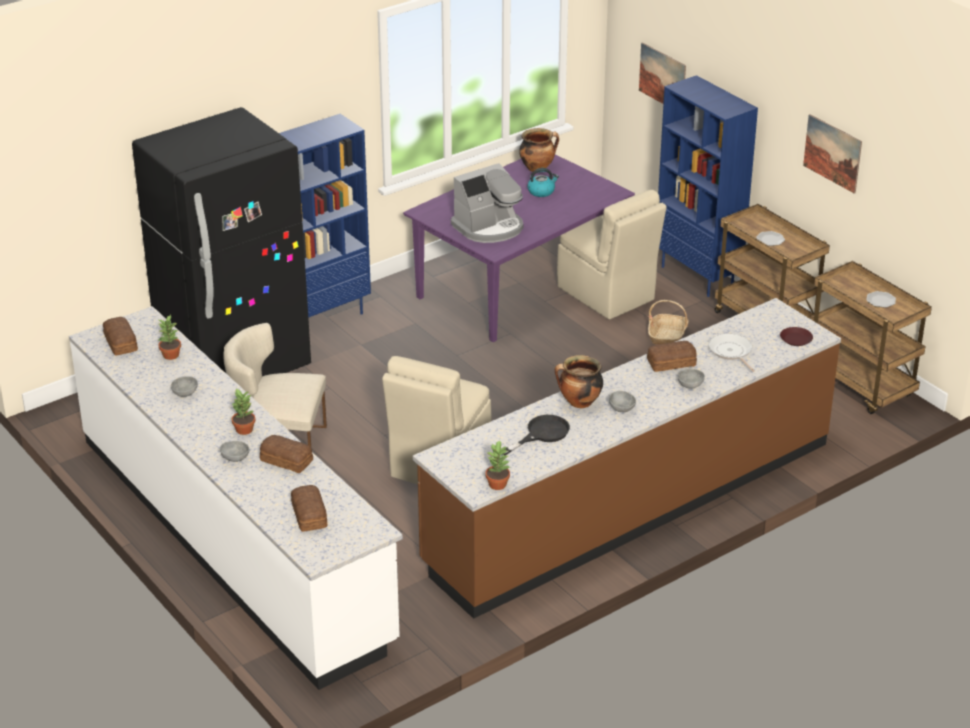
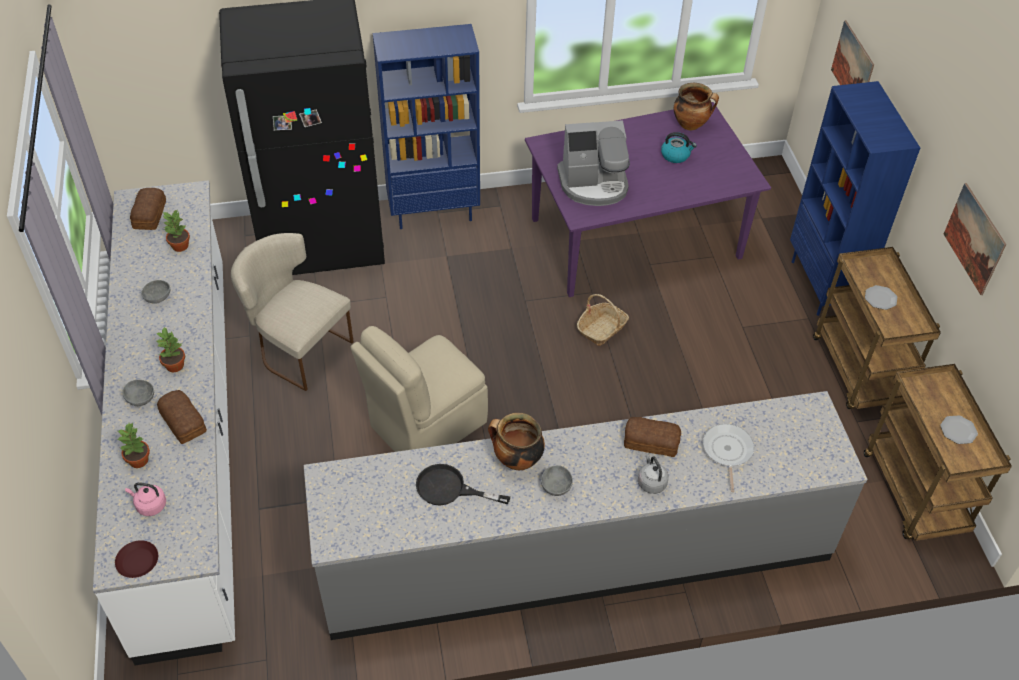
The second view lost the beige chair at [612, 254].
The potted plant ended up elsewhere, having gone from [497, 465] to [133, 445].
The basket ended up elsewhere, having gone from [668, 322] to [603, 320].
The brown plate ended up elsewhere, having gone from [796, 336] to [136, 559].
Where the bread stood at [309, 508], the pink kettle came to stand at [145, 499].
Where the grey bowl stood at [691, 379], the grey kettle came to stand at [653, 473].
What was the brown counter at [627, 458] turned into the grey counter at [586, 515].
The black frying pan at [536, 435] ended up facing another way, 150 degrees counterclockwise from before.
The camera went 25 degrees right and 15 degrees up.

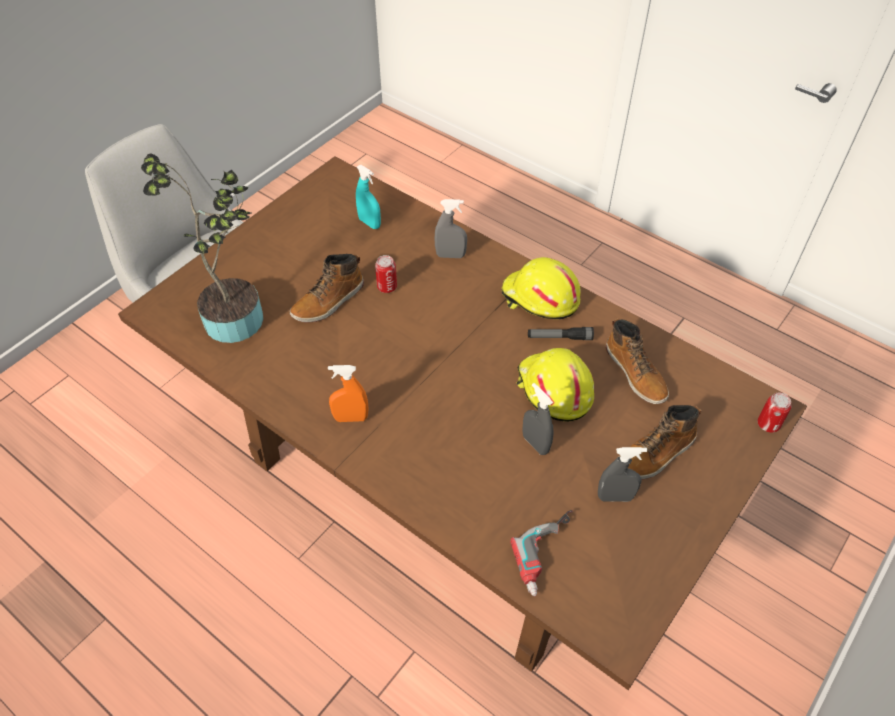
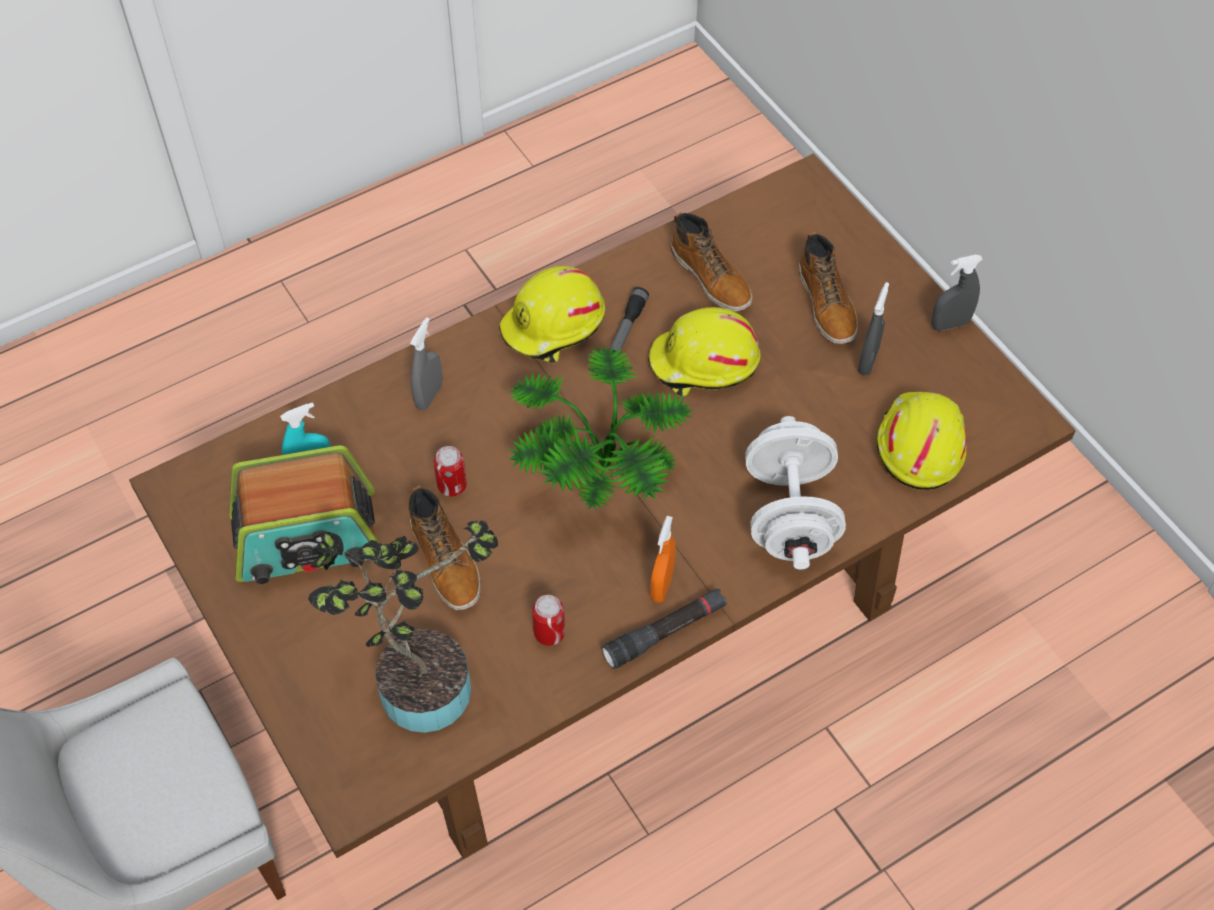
The second view gained the radio at [304, 515].
The second view gained the potted plant at [600, 428].
The second view gained the black flashlight at [664, 628].
The second view gained the white dumbbell at [795, 492].
The grey spray bottle ended up elsewhere, having gone from [537, 419] to [957, 293].
The can ended up elsewhere, having gone from [775, 412] to [548, 620].
Where the power drill stood at [542, 553], the yellow hard hat came to stand at [921, 441].
The boot at [637, 361] ended up facing another way, 60 degrees clockwise from before.
The camera went 70 degrees left and 5 degrees up.

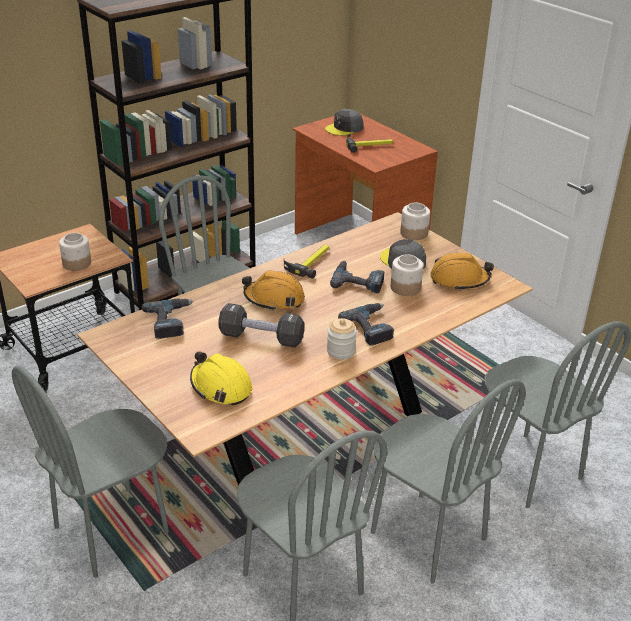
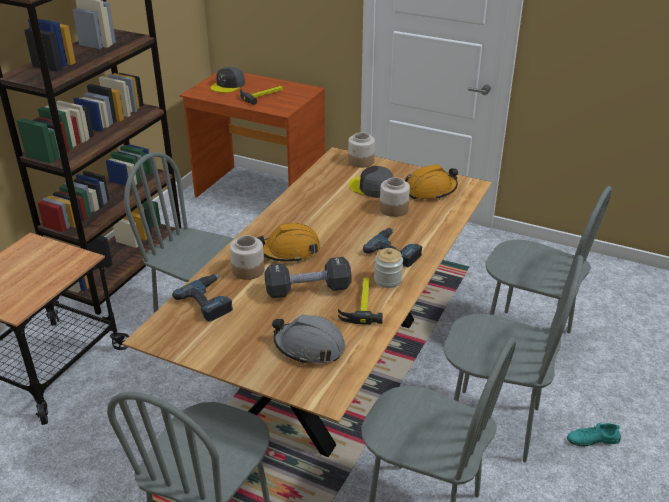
The second view lost the power drill at [357, 276].
The second view gained the turquoise shoe at [594, 435].
The jar ended up elsewhere, having gone from [75, 252] to [247, 257].
The hammer ended up elsewhere, having gone from [306, 262] to [360, 301].
What was the yellow hard hat at [221, 378] turned into the grey hard hat at [308, 339].
The camera went 25 degrees left and 0 degrees up.

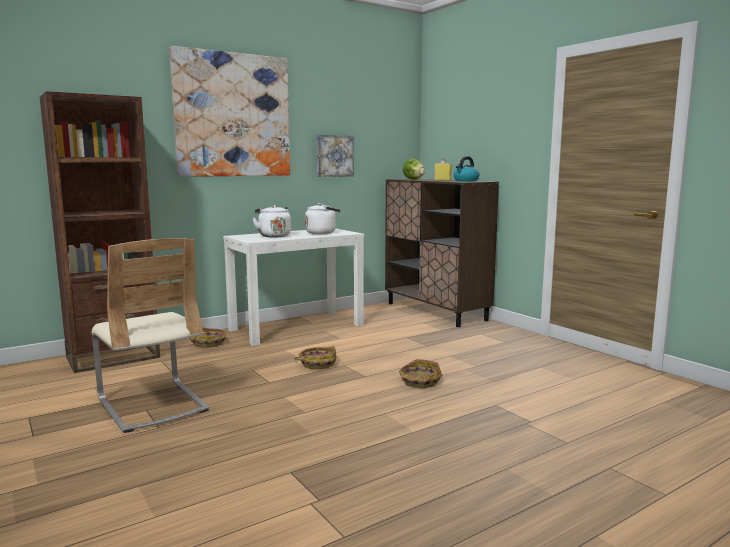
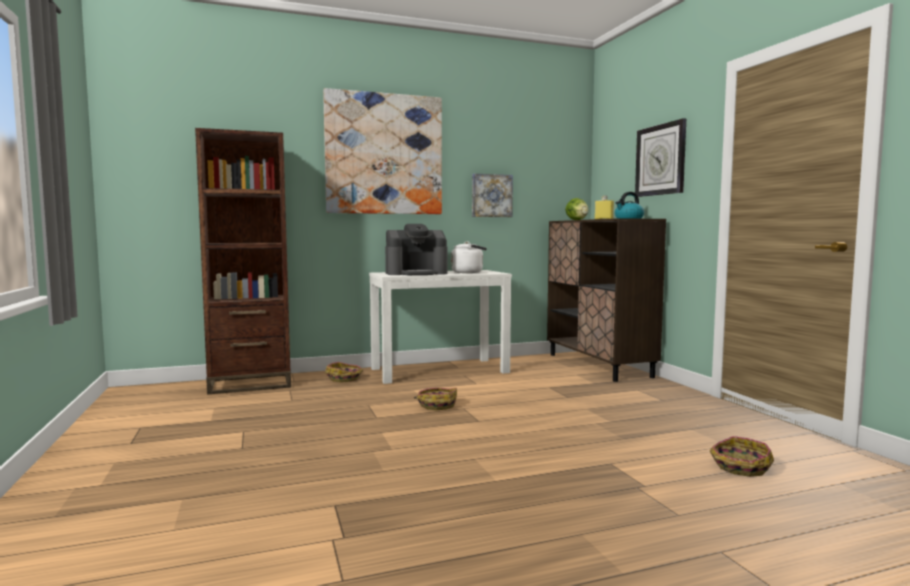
The second view lost the beige chair at [150, 335].
The second view gained the wall clock at [660, 157].
The basket ended up elsewhere, having gone from [420, 373] to [742, 456].
Where the white kettle stood at [271, 221], the coffee machine came to stand at [416, 249].
The camera went 15 degrees right and 5 degrees down.

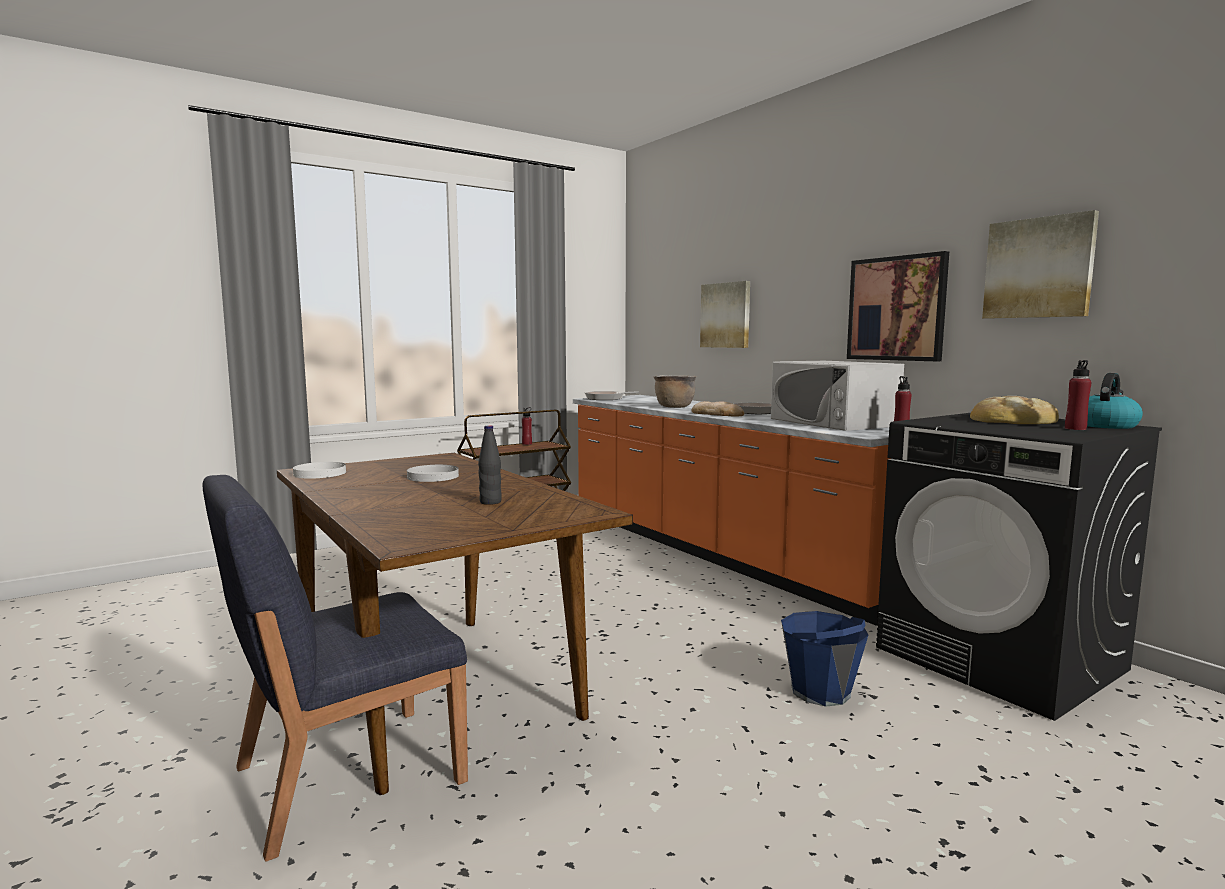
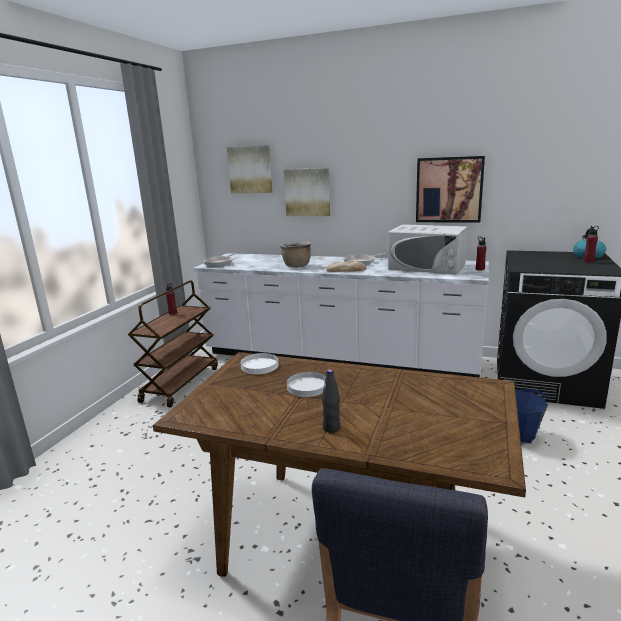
The second view lost the bread at [1014, 410].
The white plate ended up elsewhere, having gone from [319, 470] to [259, 363].
The black bottle ended up elsewhere, having gone from [490, 465] to [331, 401].
The picture ended up elsewhere, having gone from [1040, 264] to [249, 169].
What was the orange counter at [731, 510] turned into the white counter at [341, 315].
The camera went 35 degrees left and 10 degrees up.

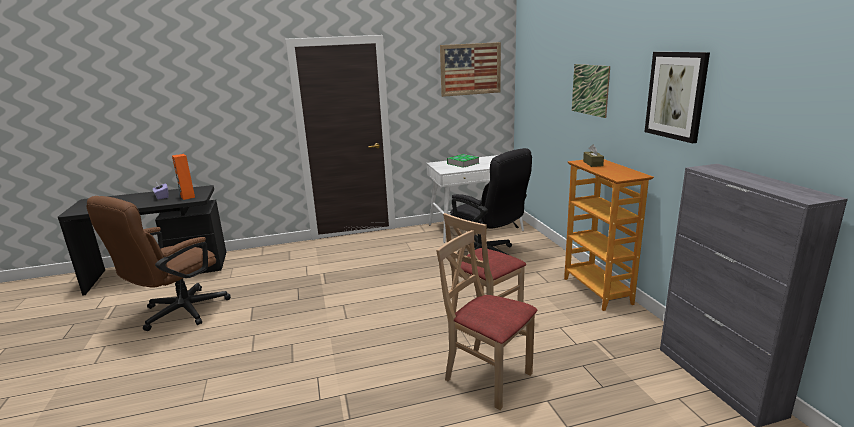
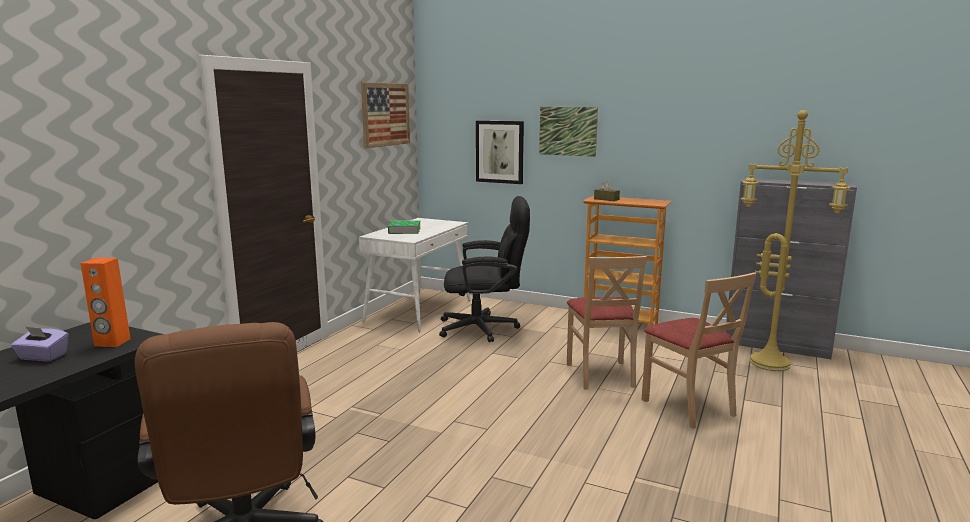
The second view gained the yellow floor lamp at [795, 240].
The picture ended up elsewhere, having gone from [677, 97] to [500, 152].
The beige chair at [486, 320] ended up facing another way, 105 degrees counterclockwise from before.
The camera went 50 degrees left and 5 degrees down.

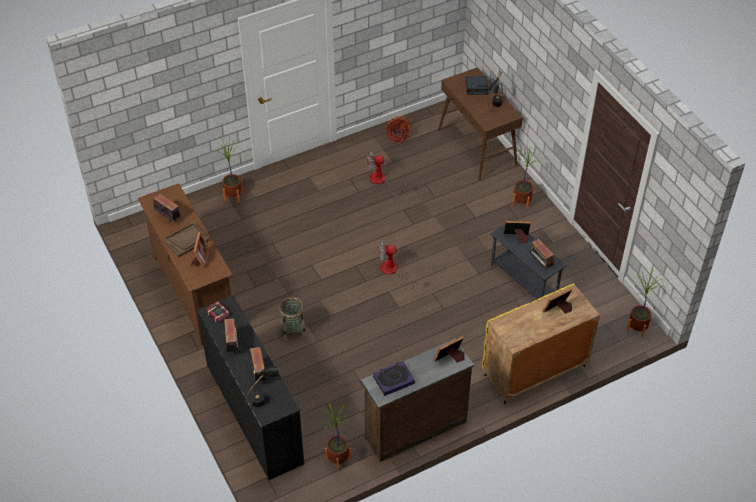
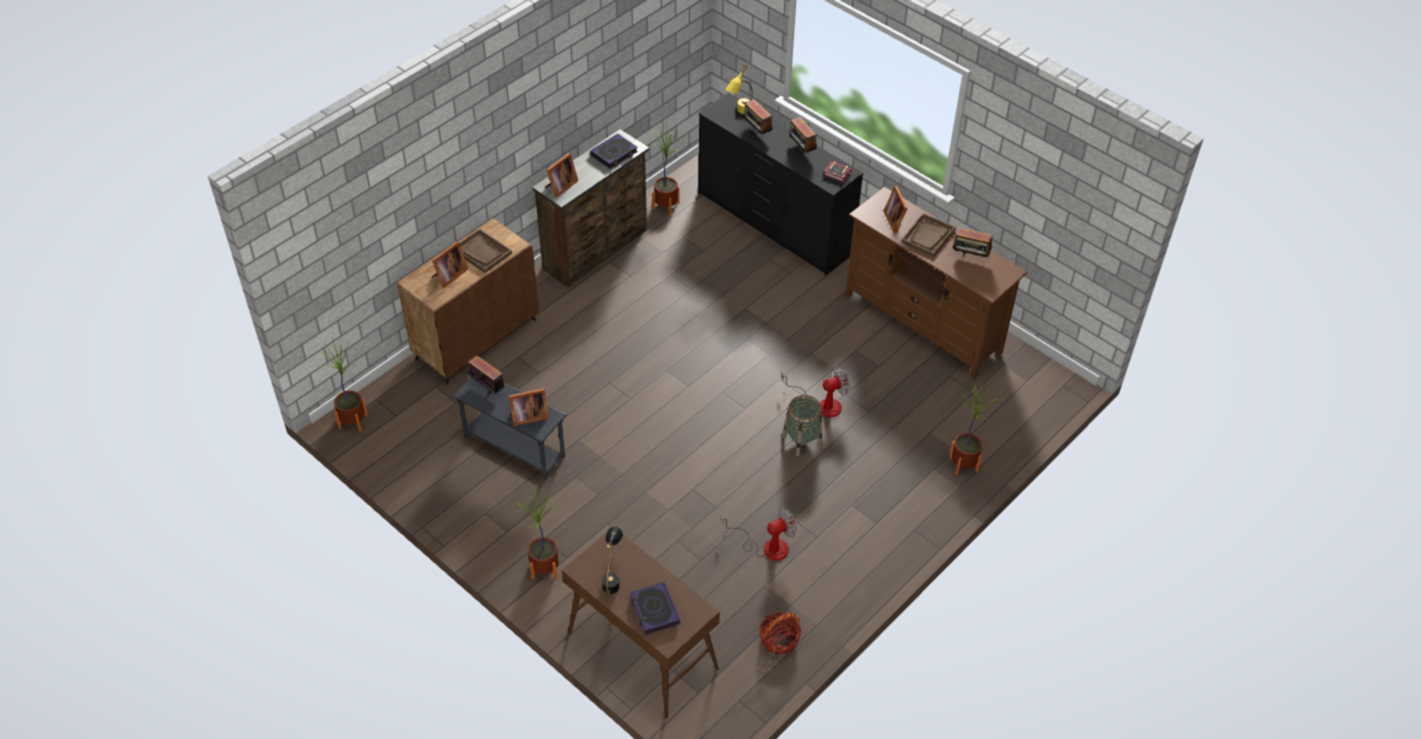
The second view gained the brown tray at [485, 251].
The basket ended up elsewhere, having gone from [292, 319] to [802, 425].
The fan ended up elsewhere, having gone from [397, 265] to [815, 392].
Where the alarm clock stood at [477, 85], the book came to stand at [655, 608].
What was the black table lamp at [262, 387] turned into the yellow table lamp at [739, 89].
What was the yellow cabinet at [541, 343] turned into the brown cabinet at [468, 301].
The camera went 160 degrees right and 0 degrees up.

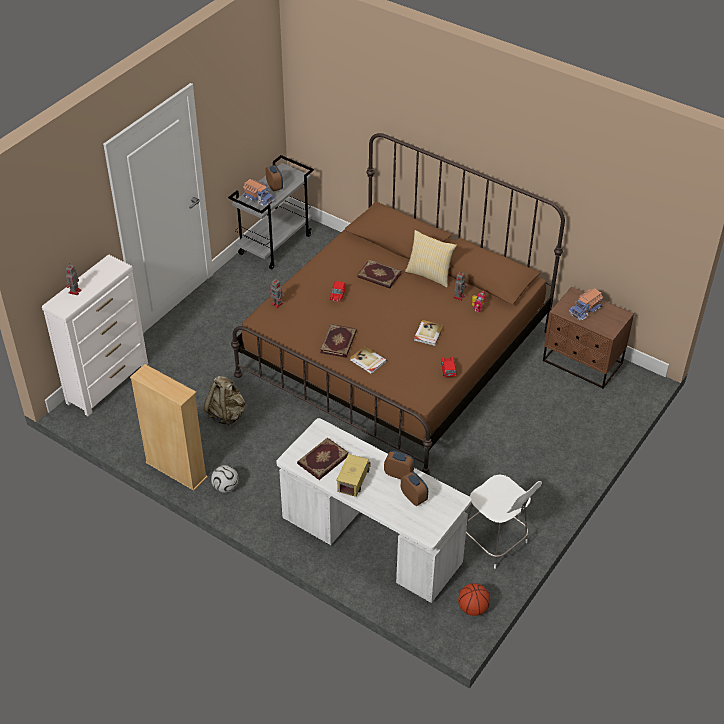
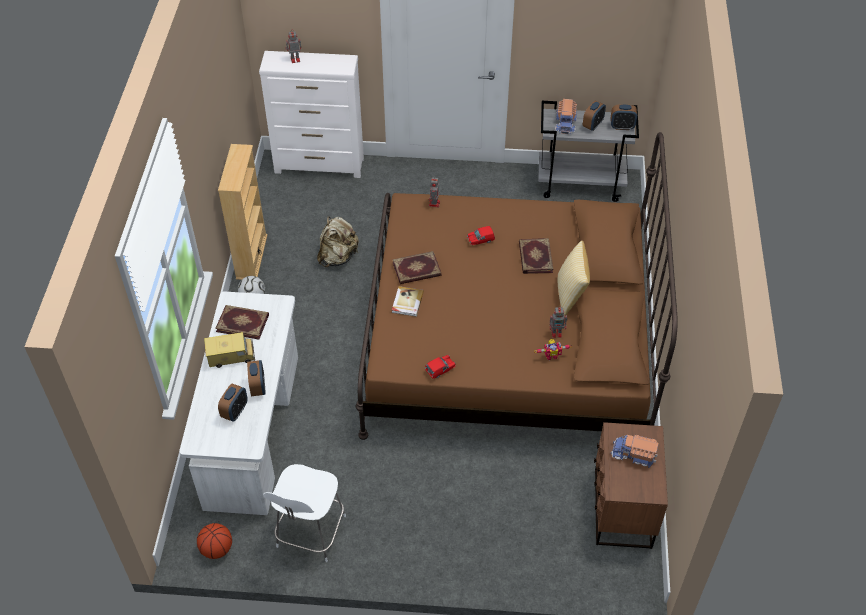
The second view lost the book at [429, 333].
The second view gained the alarm clock at [624, 117].
The camera went 60 degrees right and 5 degrees up.

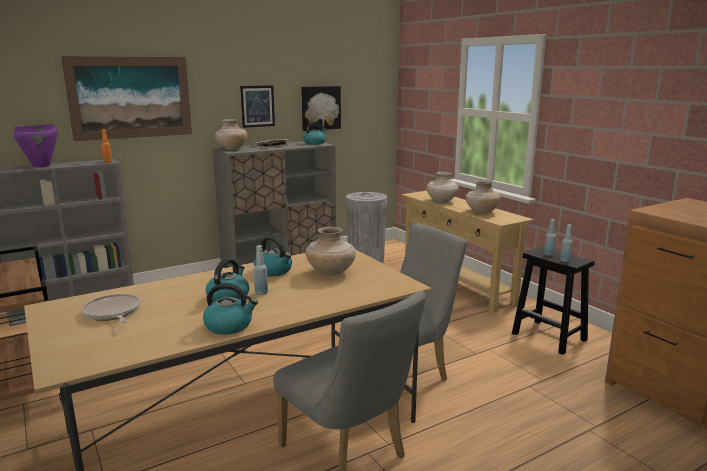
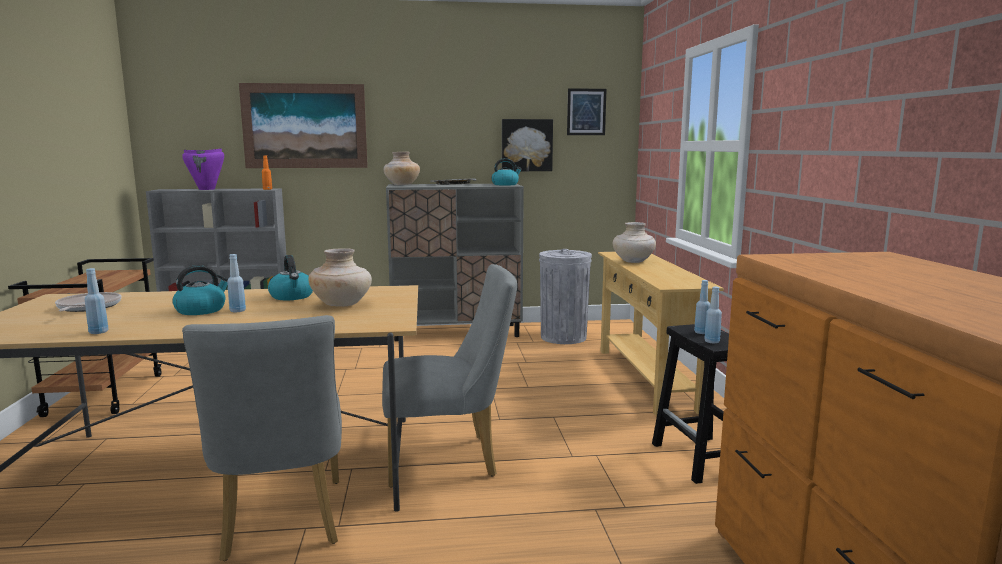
The second view lost the kettle at [230, 309].
The second view lost the beige vase at [483, 197].
The second view gained the blue bottle at [97, 301].
The picture ended up elsewhere, having gone from [257, 106] to [587, 111].
The camera went 25 degrees right and 5 degrees down.

